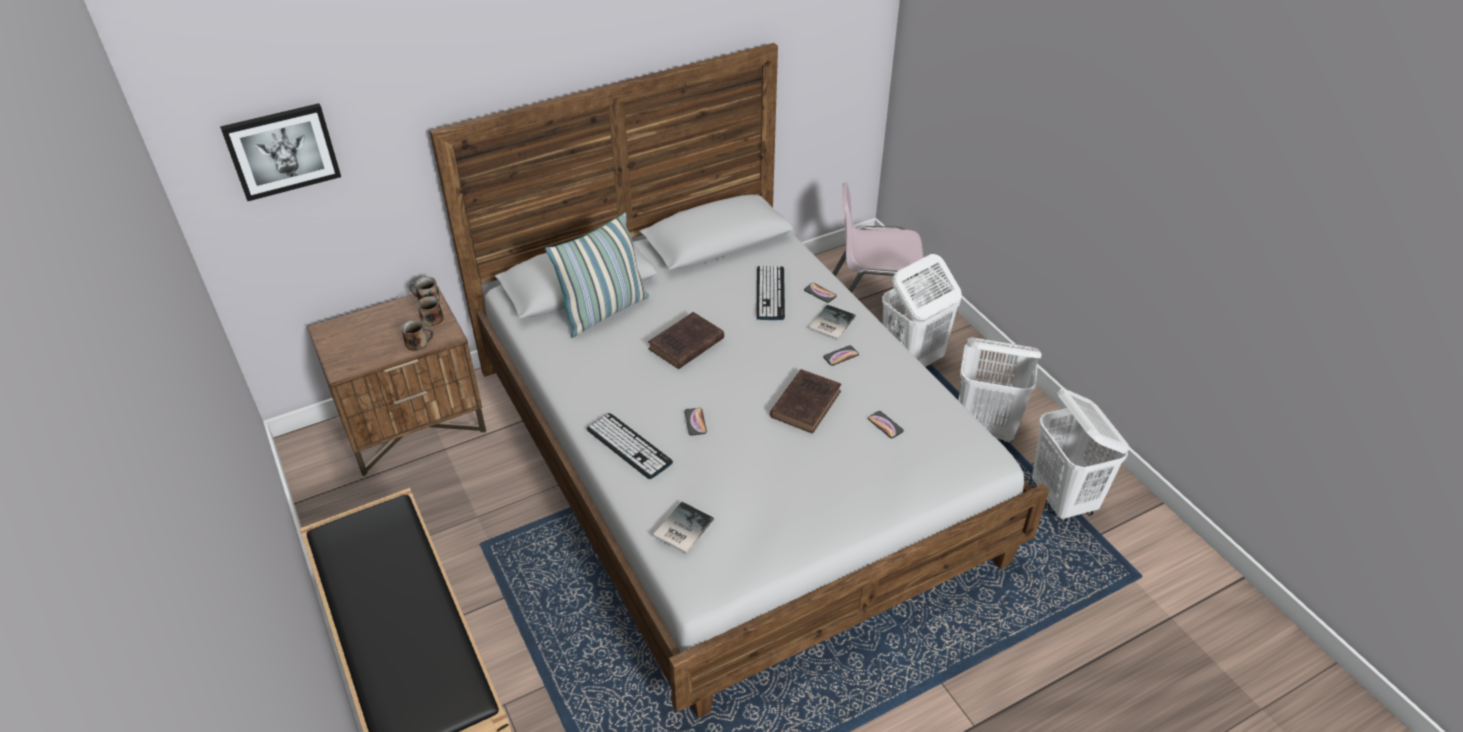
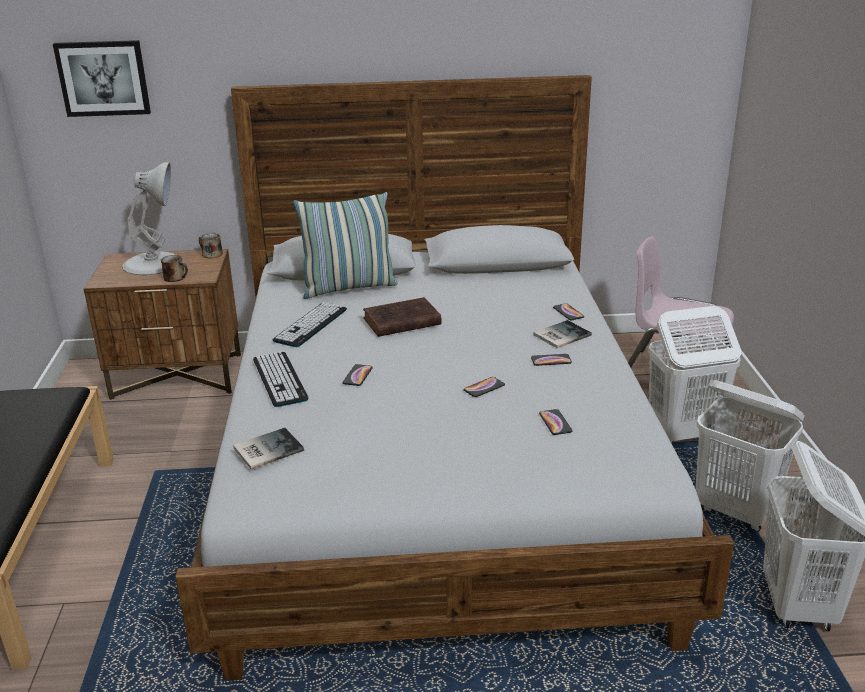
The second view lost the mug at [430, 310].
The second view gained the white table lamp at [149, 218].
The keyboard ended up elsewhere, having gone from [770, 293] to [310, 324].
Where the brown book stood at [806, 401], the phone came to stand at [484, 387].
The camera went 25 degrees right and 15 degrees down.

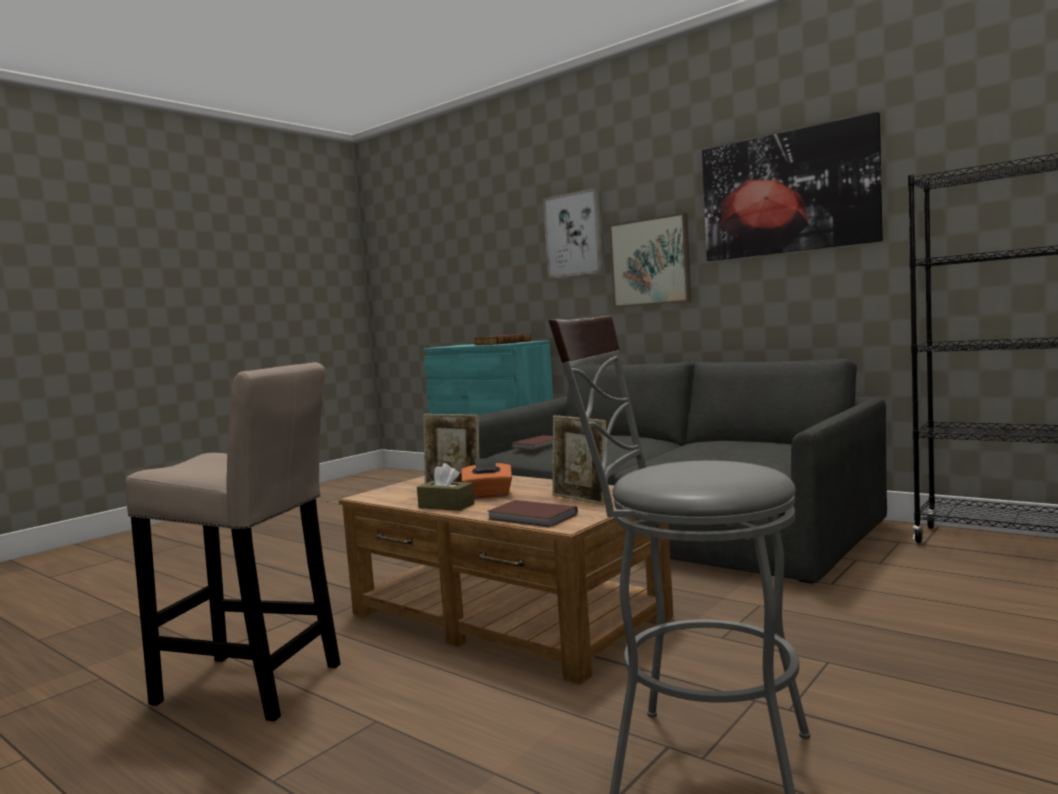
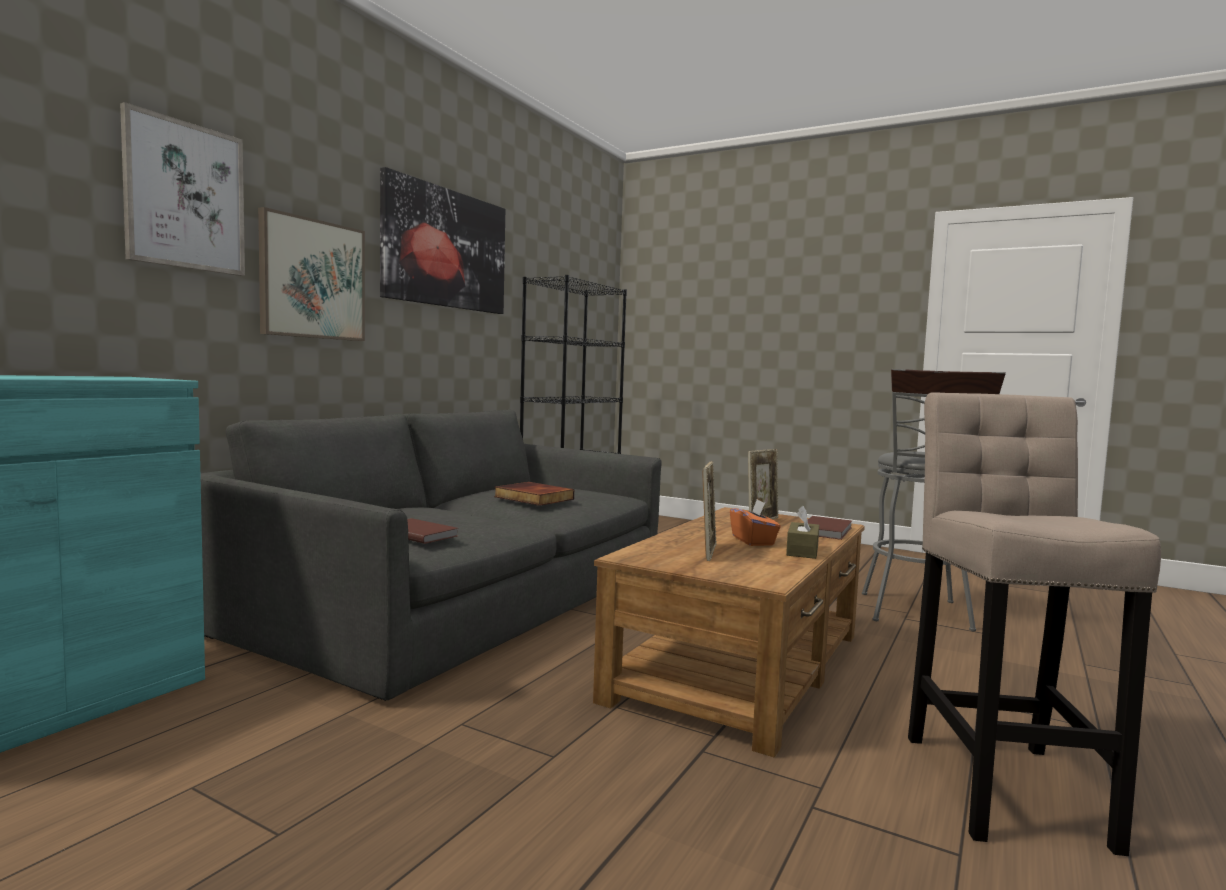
The book ended up elsewhere, having gone from [503, 339] to [534, 494].
The camera went 100 degrees left and 0 degrees up.

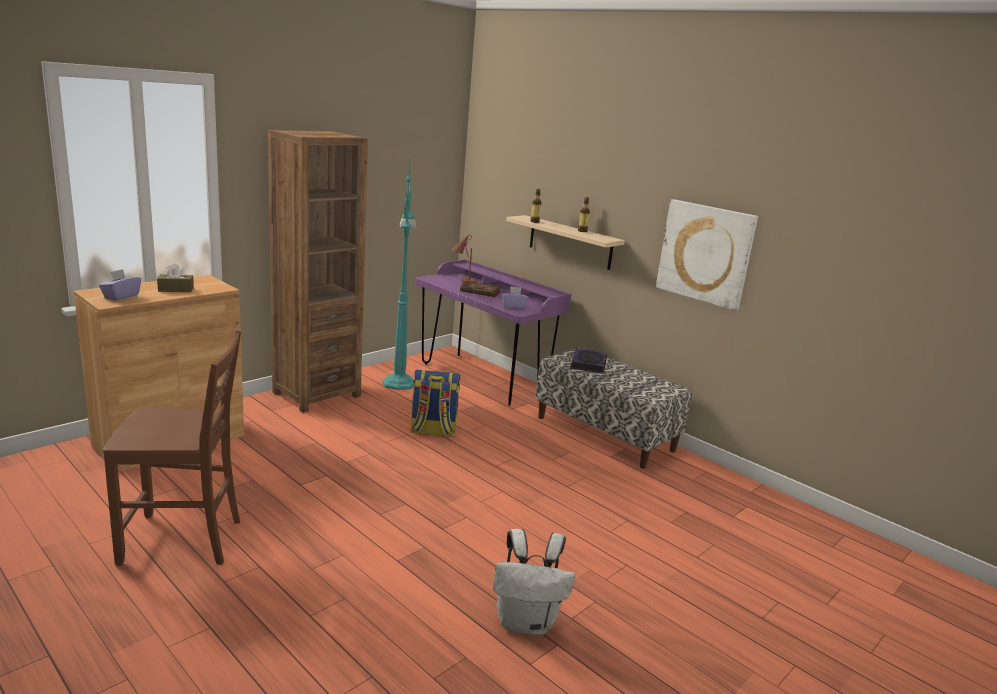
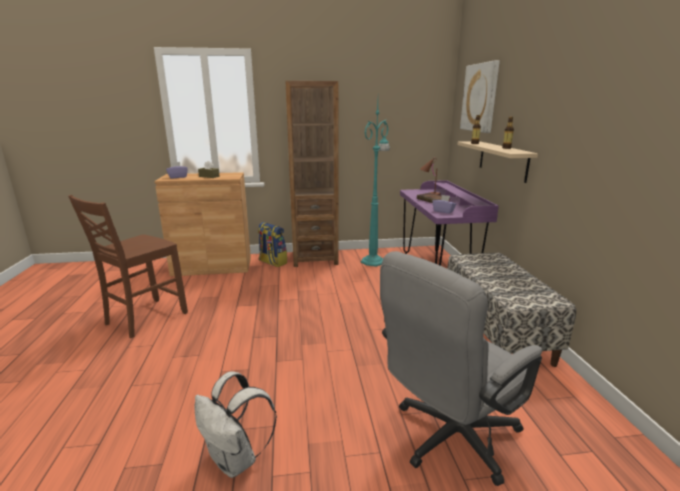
The second view lost the book at [589, 361].
The second view gained the grey office chair at [461, 368].
The backpack ended up elsewhere, having gone from [435, 403] to [272, 244].
The picture ended up elsewhere, having gone from [707, 255] to [480, 96].
The brown chair at [172, 448] ended up facing another way, 90 degrees clockwise from before.
The camera went 40 degrees right and 0 degrees up.

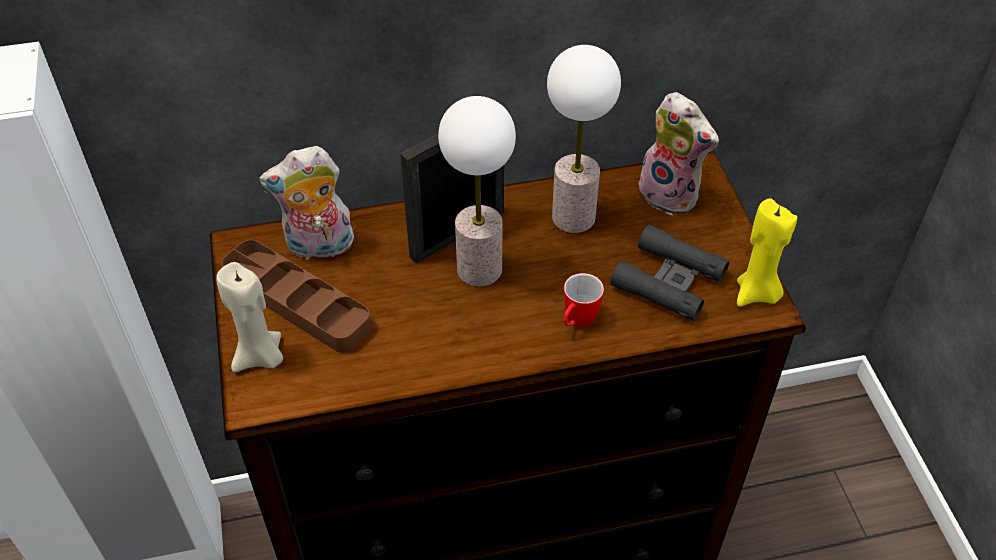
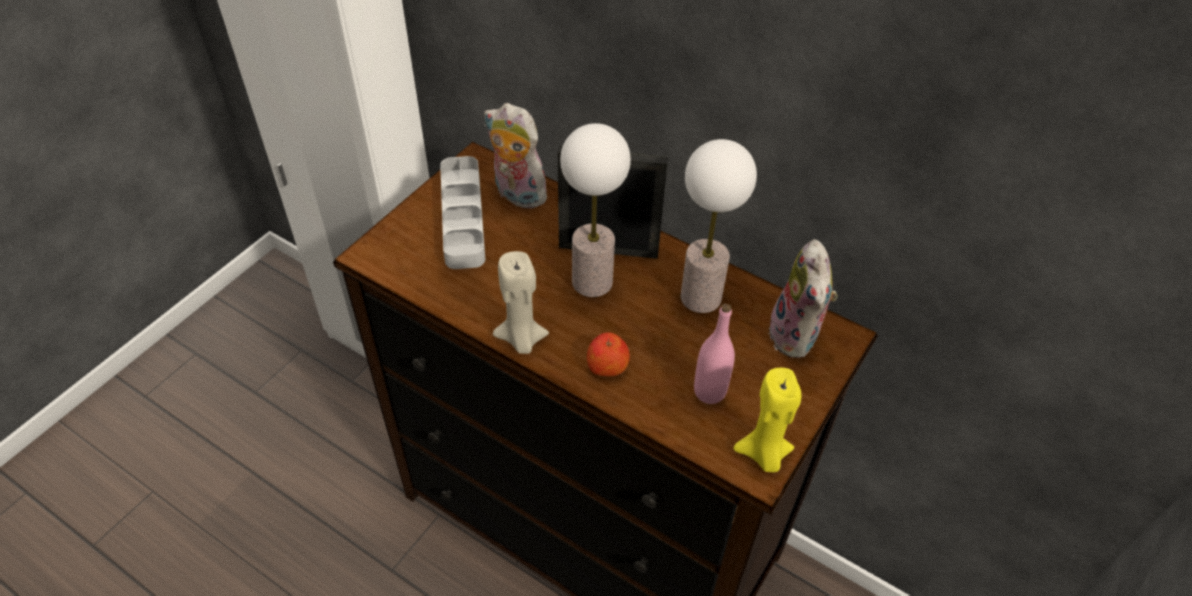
The beige candle ended up elsewhere, having gone from [249, 317] to [521, 302].
Where the mug stood at [583, 300], the apple came to stand at [608, 354].
Where the black binoculars stood at [669, 272], the pink bottle came to stand at [714, 354].
What was the brown tray at [296, 296] turned into the grey tray at [462, 212].
The camera went 45 degrees right and 0 degrees up.

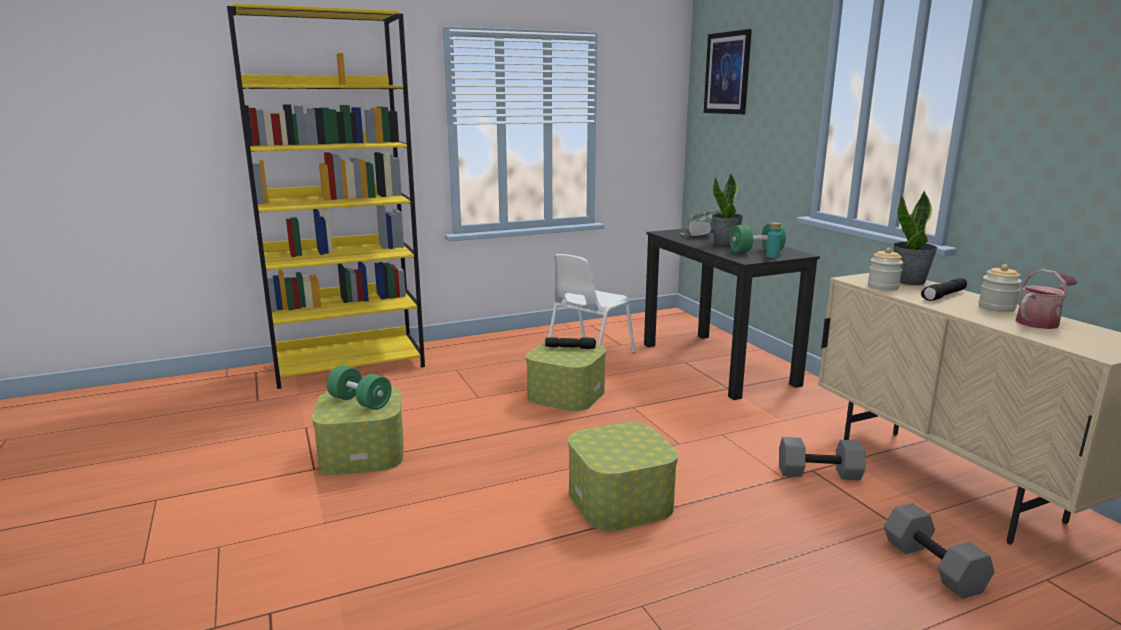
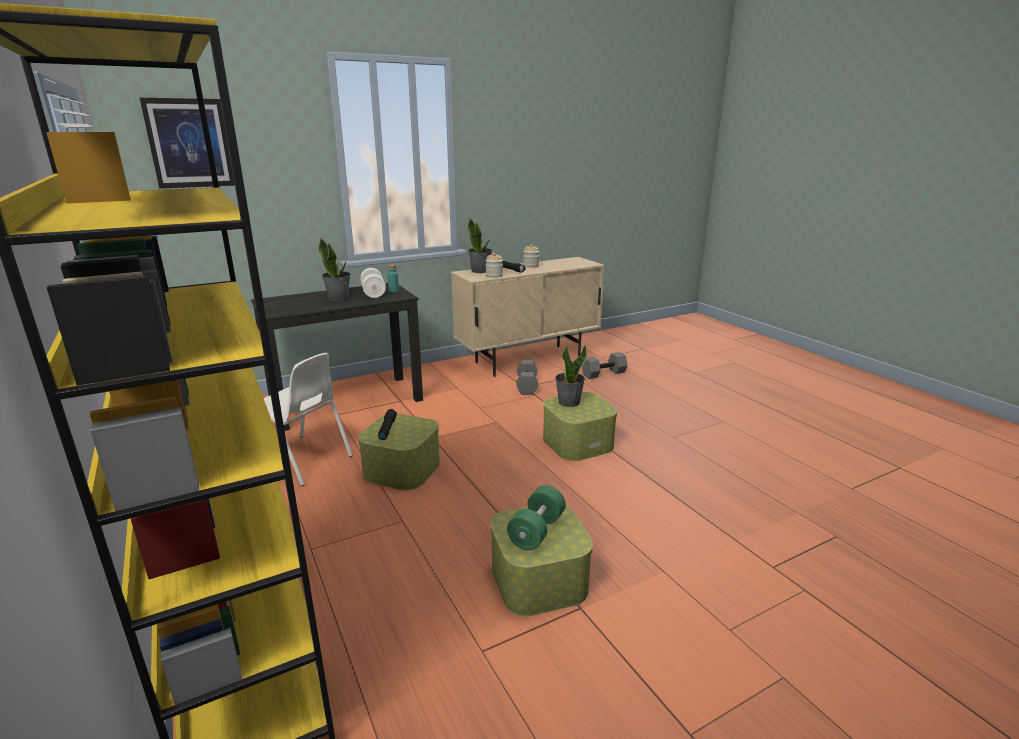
The second view lost the power drill at [701, 222].
The second view lost the watering can at [1046, 299].
The second view gained the potted plant at [570, 376].
What was the green dumbbell at [758, 238] turned into the white dumbbell at [373, 283].
The camera went 95 degrees left and 5 degrees up.

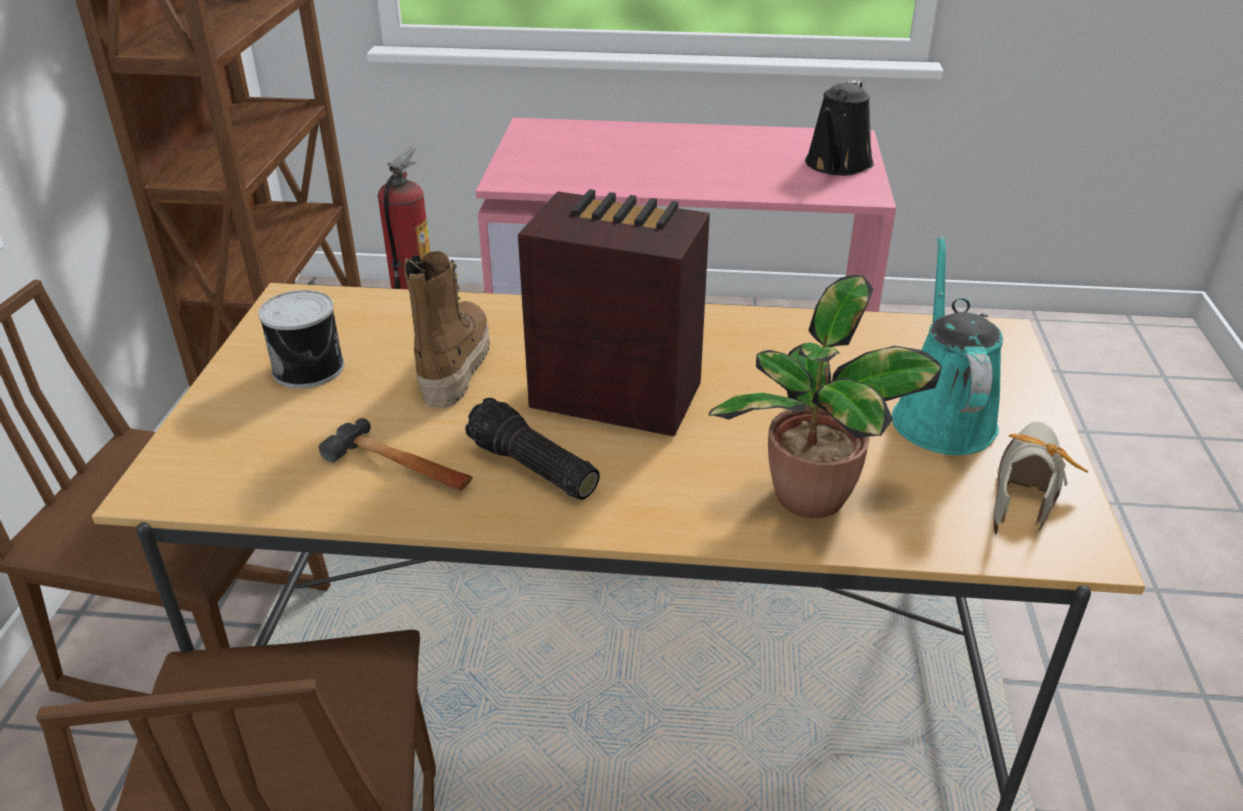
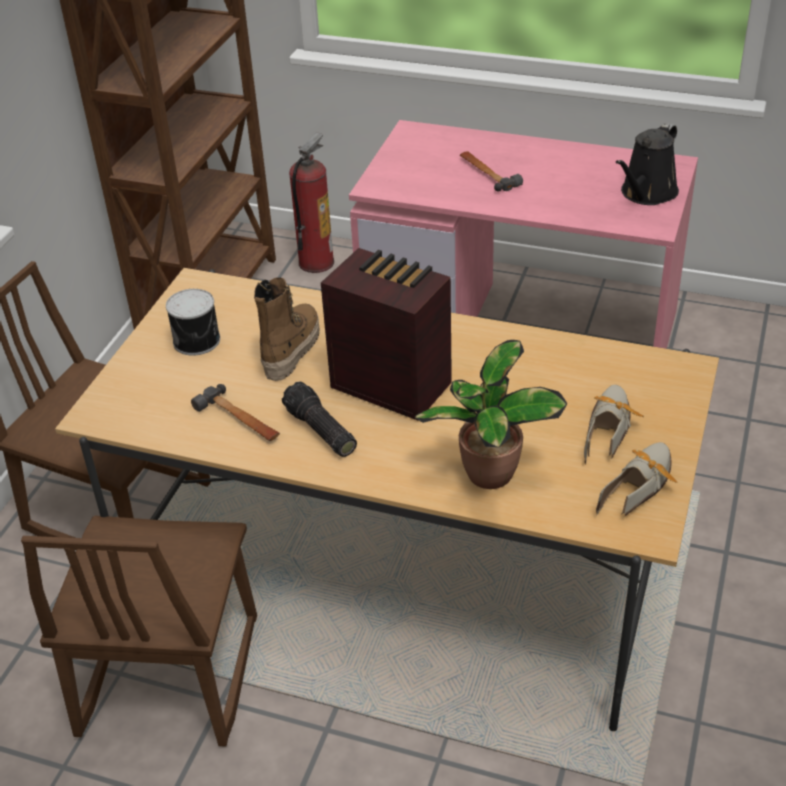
The second view gained the hammer at [491, 171].
Where the turquoise watering can stood at [947, 345], the shoe came to stand at [614, 425].
The camera went 15 degrees right and 5 degrees up.

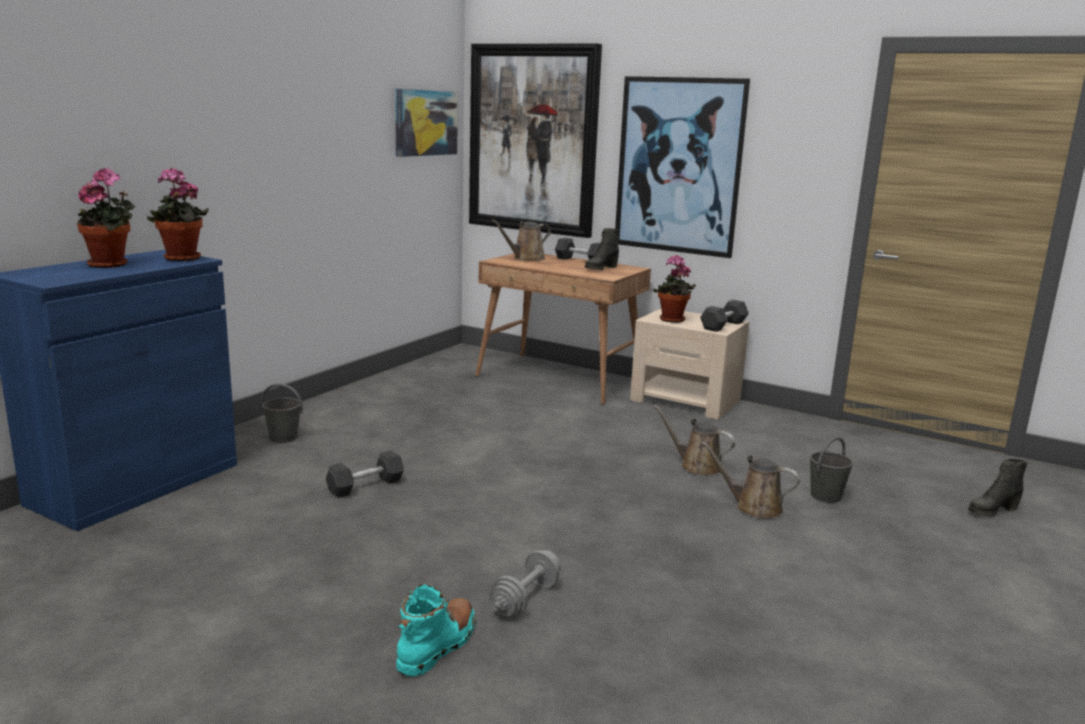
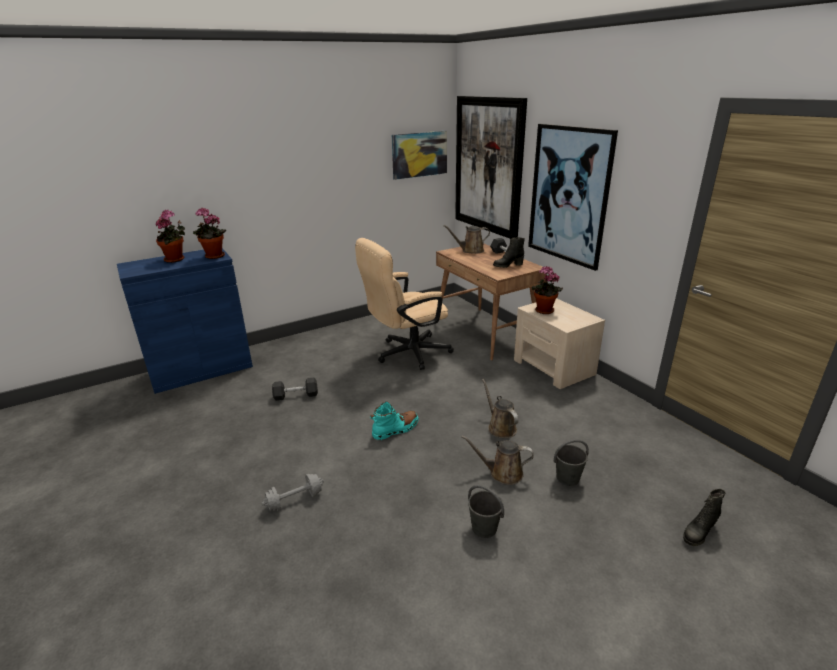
The second view lost the grey dumbbell at [724, 316].
The second view gained the beige office chair at [404, 304].
The grey bucket ended up elsewhere, having gone from [282, 413] to [486, 511].
The turquoise boot ended up elsewhere, having gone from [435, 630] to [394, 421].
The brown watering can at [750, 480] ended up facing another way, 45 degrees counterclockwise from before.
The black boot at [998, 487] ended up facing another way, 45 degrees counterclockwise from before.
The camera went 30 degrees right and 10 degrees up.

